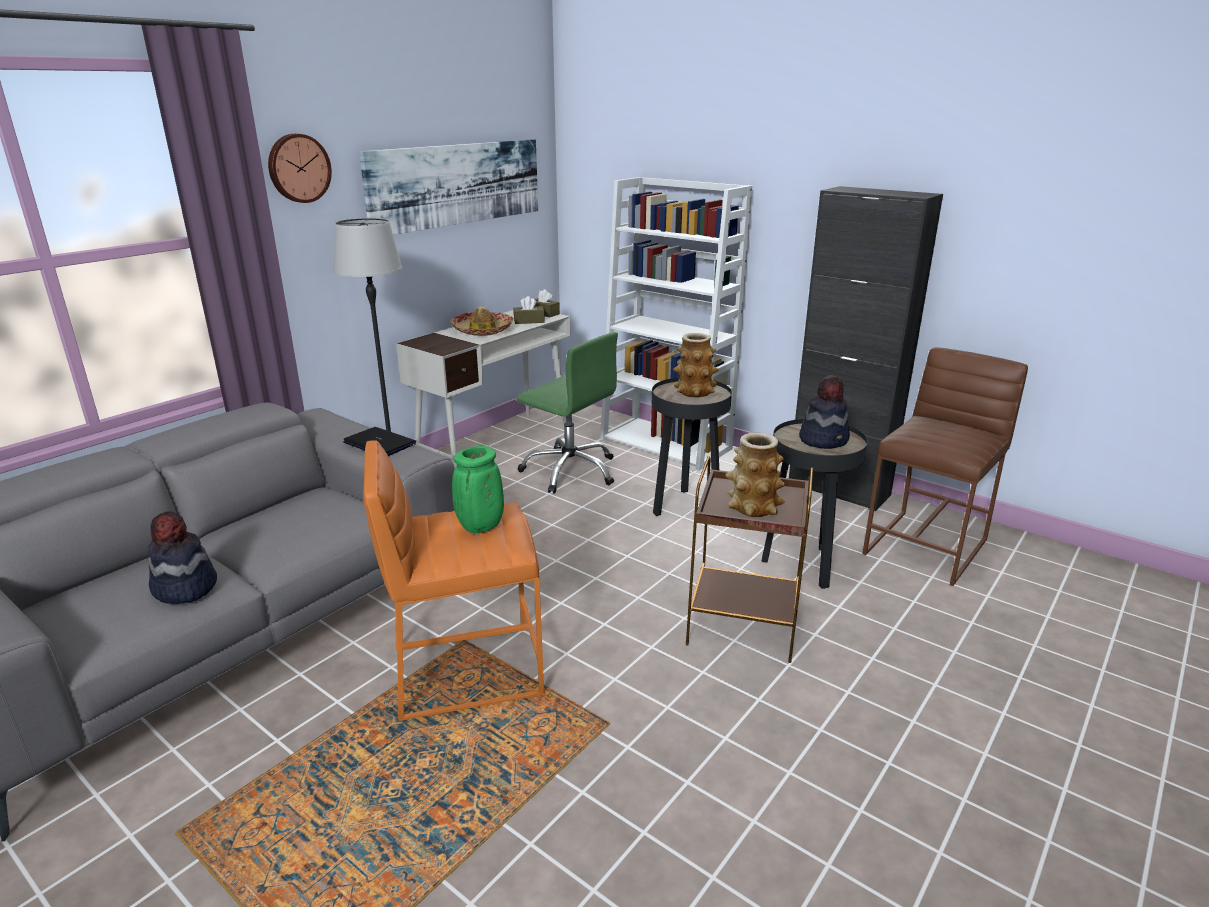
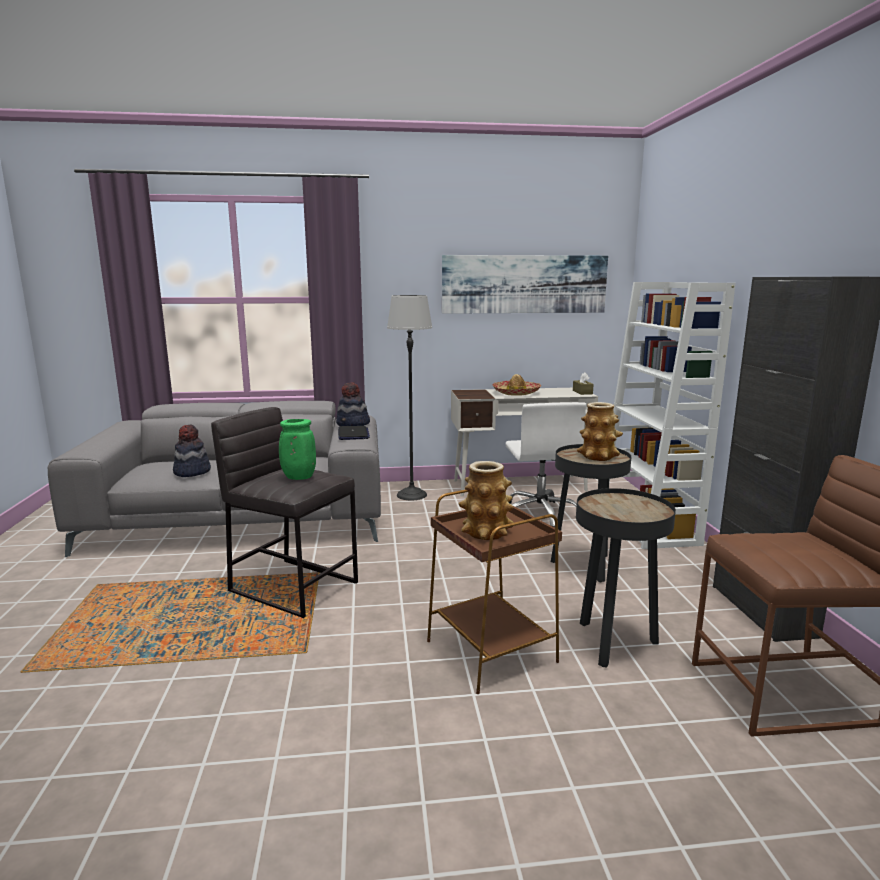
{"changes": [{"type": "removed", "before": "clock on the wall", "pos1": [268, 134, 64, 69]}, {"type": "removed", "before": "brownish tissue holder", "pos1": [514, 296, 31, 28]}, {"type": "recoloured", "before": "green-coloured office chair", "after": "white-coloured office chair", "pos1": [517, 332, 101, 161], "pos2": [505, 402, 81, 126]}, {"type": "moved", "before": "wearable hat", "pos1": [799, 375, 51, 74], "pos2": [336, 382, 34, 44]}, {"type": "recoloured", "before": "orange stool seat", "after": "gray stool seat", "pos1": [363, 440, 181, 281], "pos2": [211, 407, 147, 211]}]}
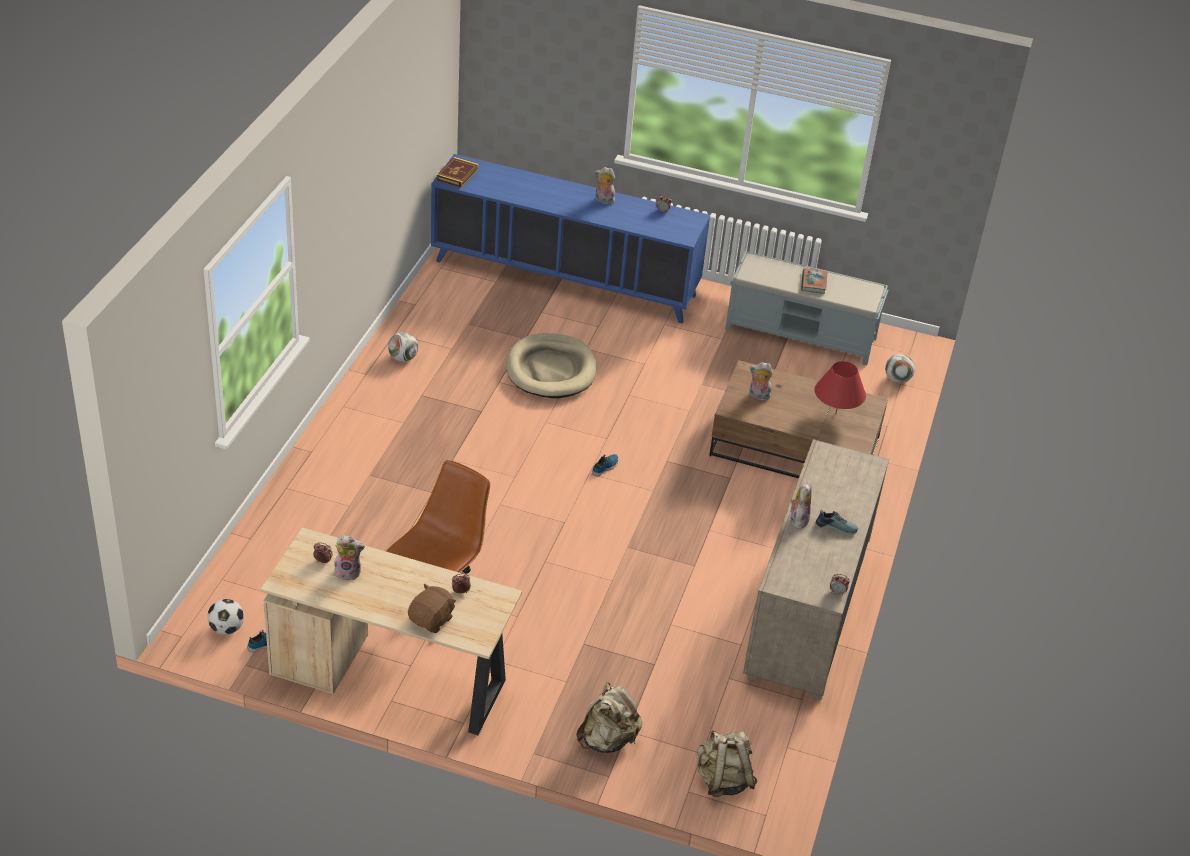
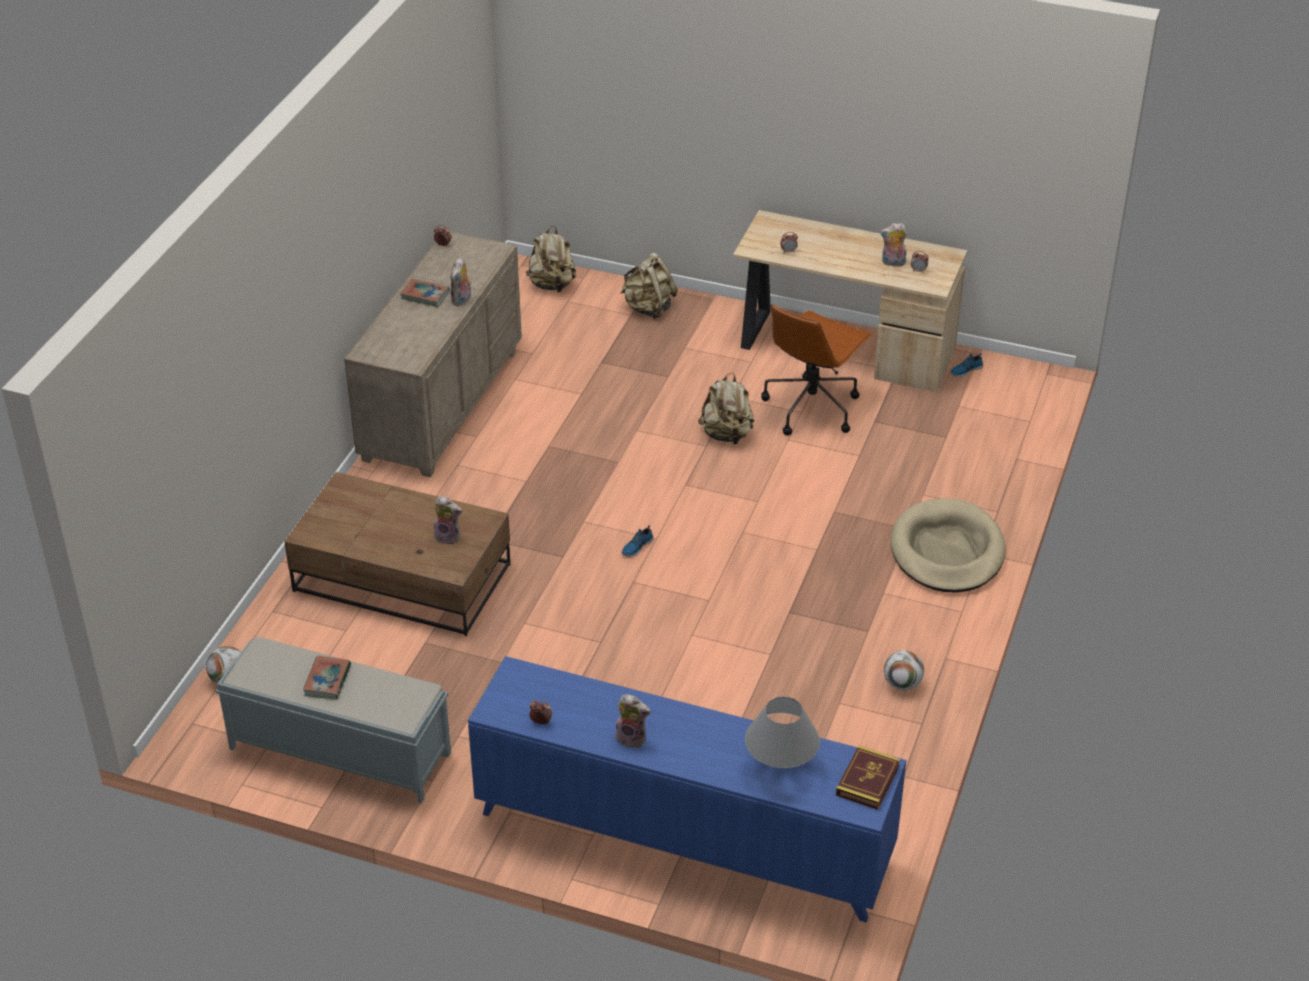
{"changes": [{"type": "moved", "before": "sand-coloured dog cushion", "pos1": [506, 333, 91, 65], "pos2": [891, 499, 115, 94]}, {"type": "removed", "before": "red tabletop lamp", "pos1": [815, 361, 51, 53]}, {"type": "replaced", "before": "low shoe", "after": "volume", "pos1": [816, 510, 42, 25], "pos2": [400, 279, 50, 28]}, {"type": "removed", "before": "brownish soft toy", "pos1": [408, 583, 48, 50]}, {"type": "removed", "before": "football", "pos1": [208, 599, 36, 36]}, {"type": "added", "after": "sand-coloured backpack", "pos2": [698, 373, 57, 71]}, {"type": "added", "after": "gray tabletop lamp", "pos2": [745, 696, 75, 72]}]}
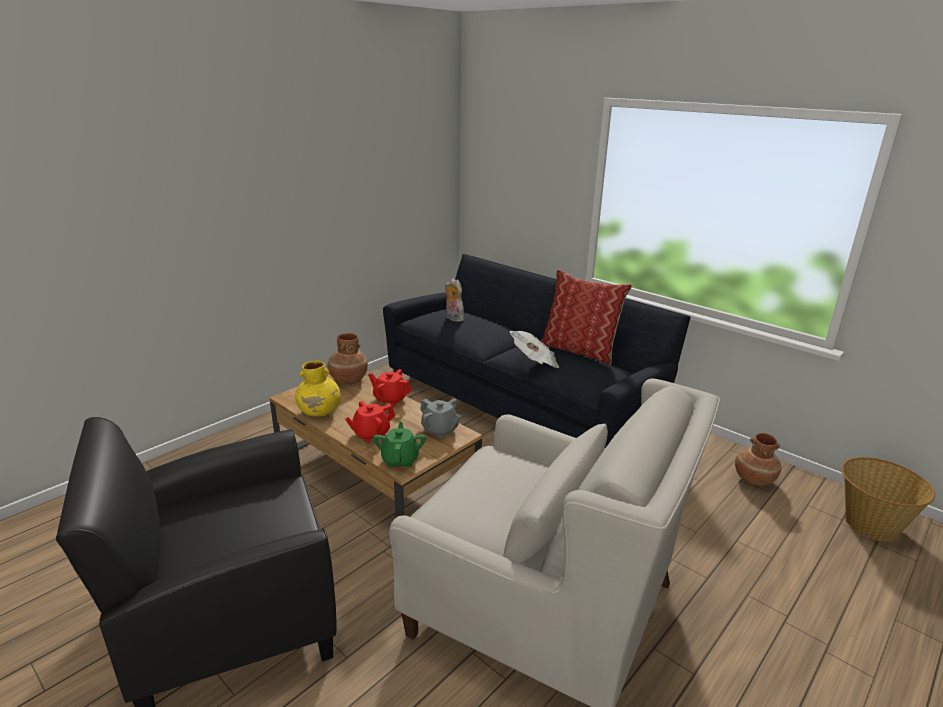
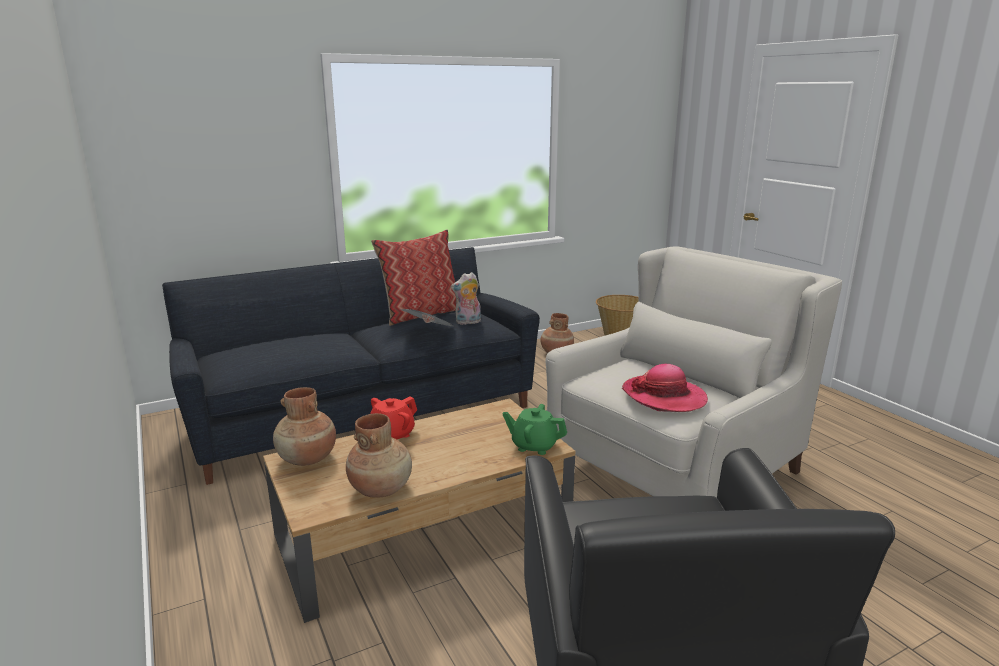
{"changes": [{"type": "moved", "before": "soft toy", "pos1": [445, 278, 19, 44], "pos2": [451, 272, 30, 53]}, {"type": "recoloured", "before": "yellowish flower vase", "after": "brownish flower vase", "pos1": [295, 360, 46, 57], "pos2": [346, 413, 66, 85]}, {"type": "removed", "before": "gray teapot", "pos1": [420, 399, 42, 39]}, {"type": "removed", "before": "red teapot", "pos1": [345, 401, 50, 41]}, {"type": "added", "after": "wearable hat", "pos2": [622, 364, 86, 48]}]}
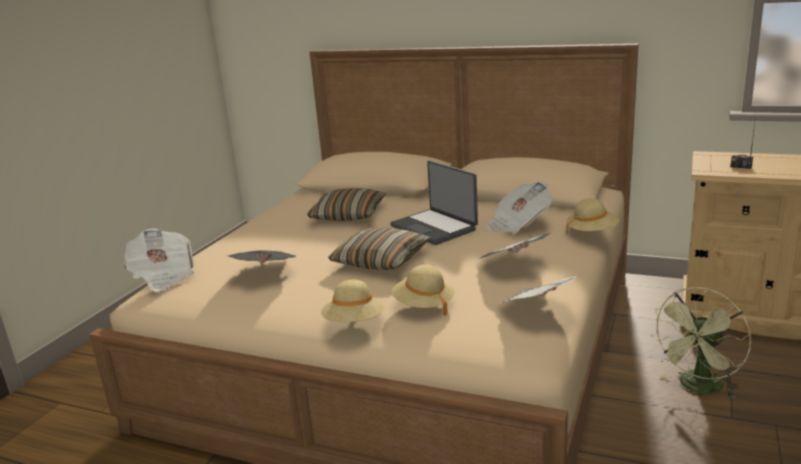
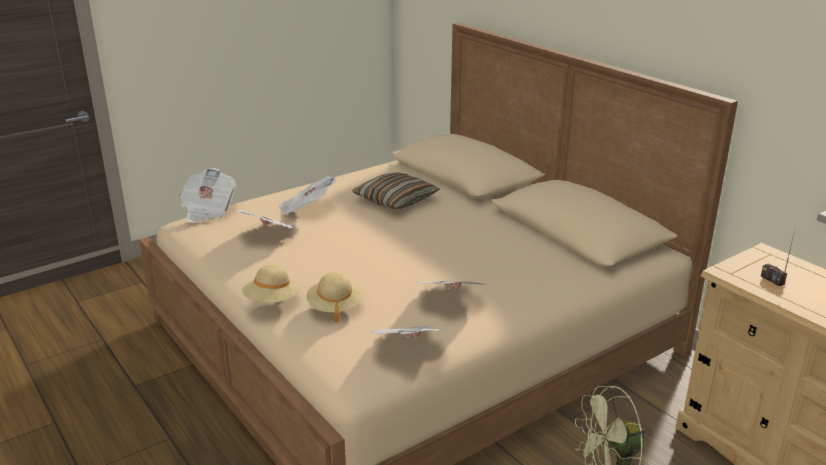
{"changes": [{"type": "removed", "before": "laptop", "pos1": [390, 161, 88, 84]}, {"type": "moved", "before": "daily paper", "pos1": [486, 182, 67, 51], "pos2": [279, 176, 57, 40]}, {"type": "removed", "before": "sand-coloured wearable hat", "pos1": [566, 198, 53, 35]}, {"type": "removed", "before": "throw pillow", "pos1": [328, 227, 103, 43]}]}
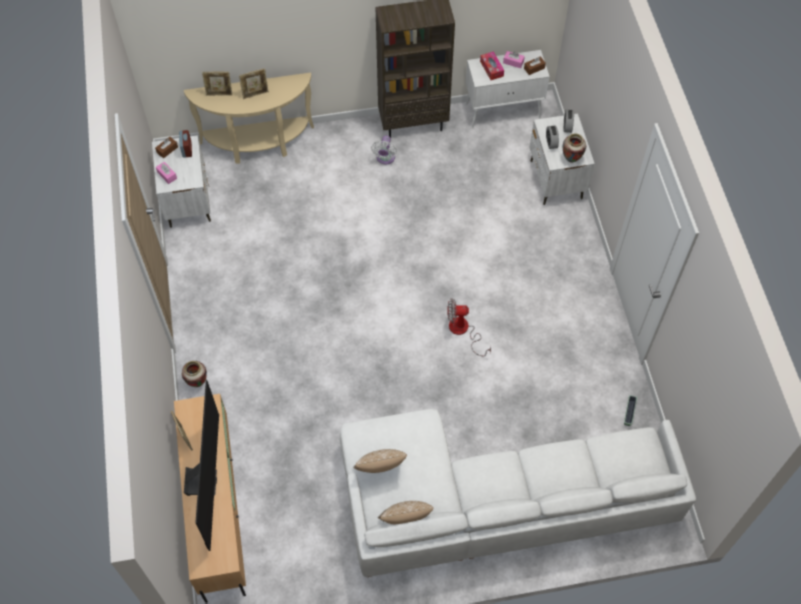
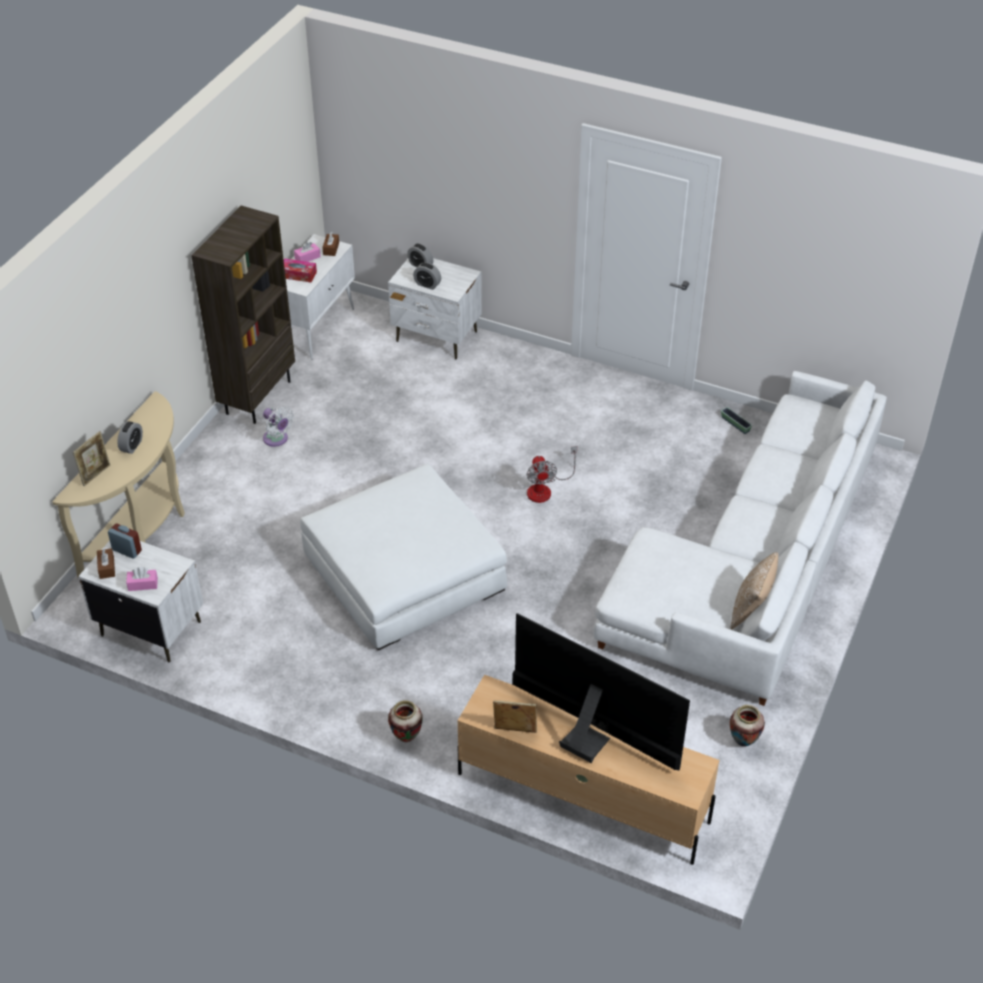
{"changes": [{"type": "replaced", "before": "standing frame", "after": "table clock", "pos1": [239, 68, 30, 31], "pos2": [117, 421, 26, 33]}, {"type": "moved", "before": "flower vase", "pos1": [563, 134, 23, 29], "pos2": [730, 705, 35, 42]}, {"type": "turned", "before": "fan", "pos1": [447, 298, 44, 58], "pos2": [527, 446, 50, 57], "turn": -45}, {"type": "removed", "before": "throw pillow", "pos1": [353, 449, 54, 24]}, {"type": "added", "after": "white-coloured pouffe", "pos2": [300, 464, 207, 187]}]}
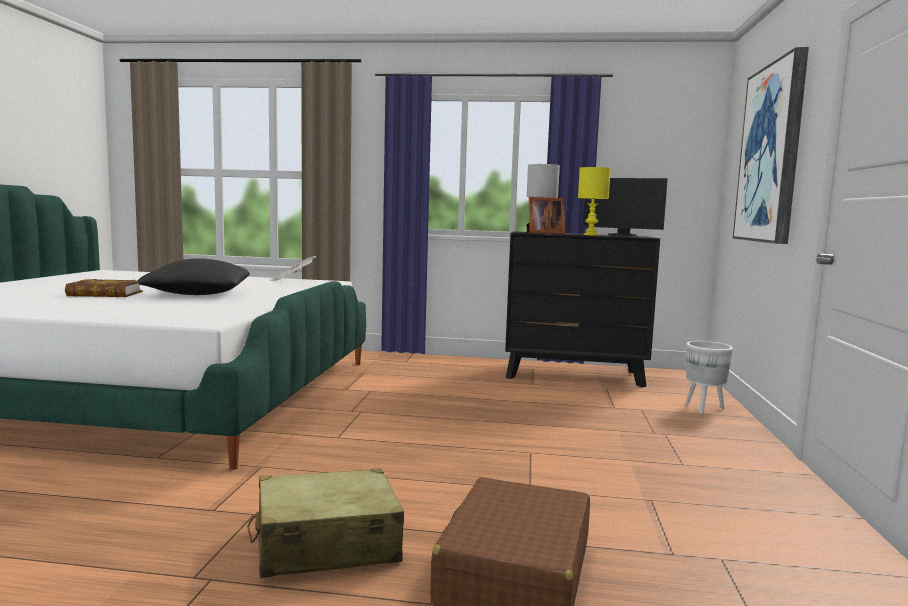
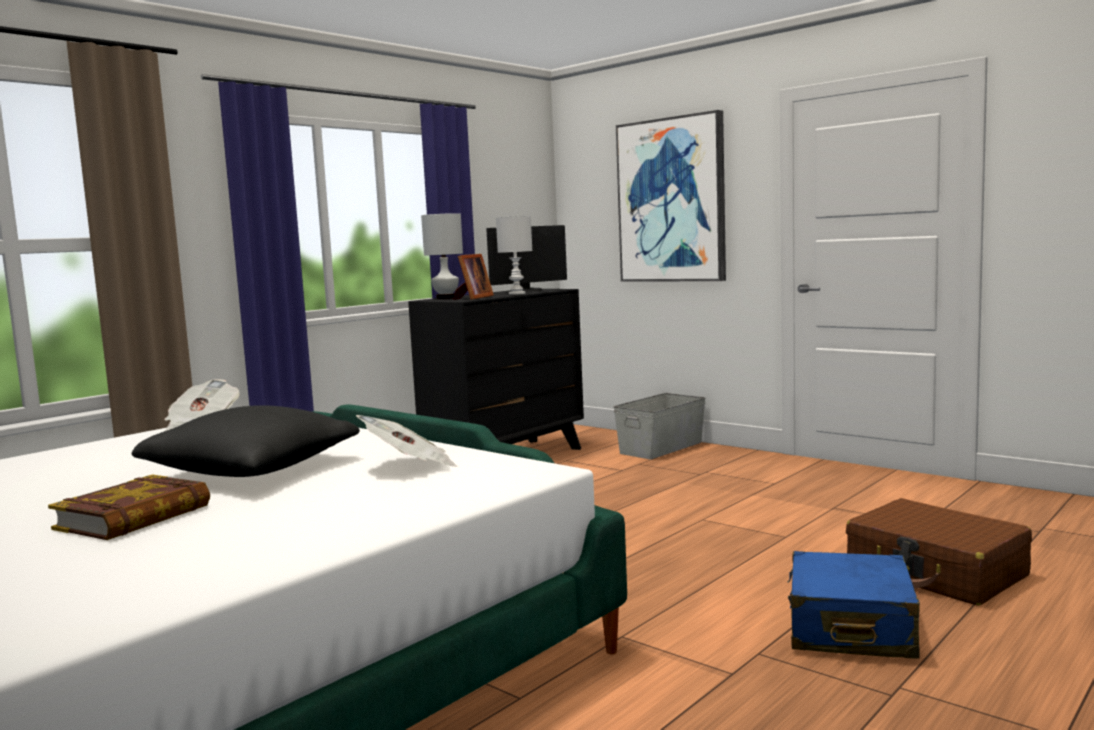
{"changes": [{"type": "recoloured", "before": "yellowish tabletop lamp", "after": "white-coloured tabletop lamp", "pos1": [578, 167, 33, 69], "pos2": [496, 216, 36, 79]}, {"type": "replaced", "before": "white-coloured planter", "after": "gray storage container", "pos1": [686, 341, 47, 73], "pos2": [613, 393, 92, 66]}, {"type": "recoloured", "before": "sand-coloured travel case", "after": "blue travel case", "pos1": [247, 468, 157, 110], "pos2": [787, 551, 133, 108]}, {"type": "added", "after": "daily paper", "pos2": [356, 415, 102, 52]}]}
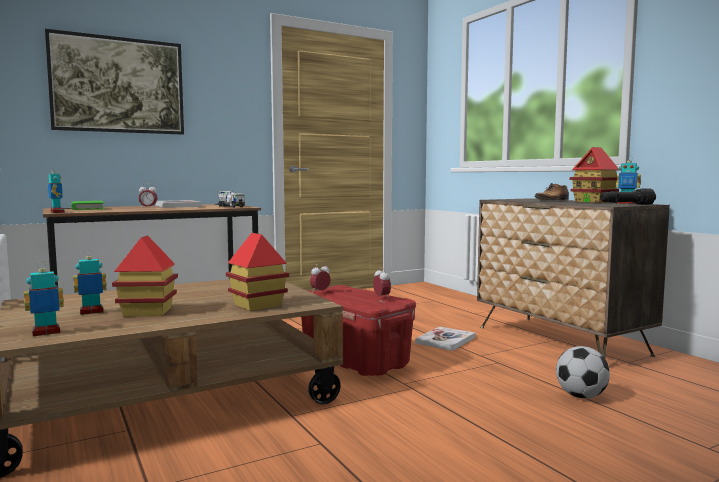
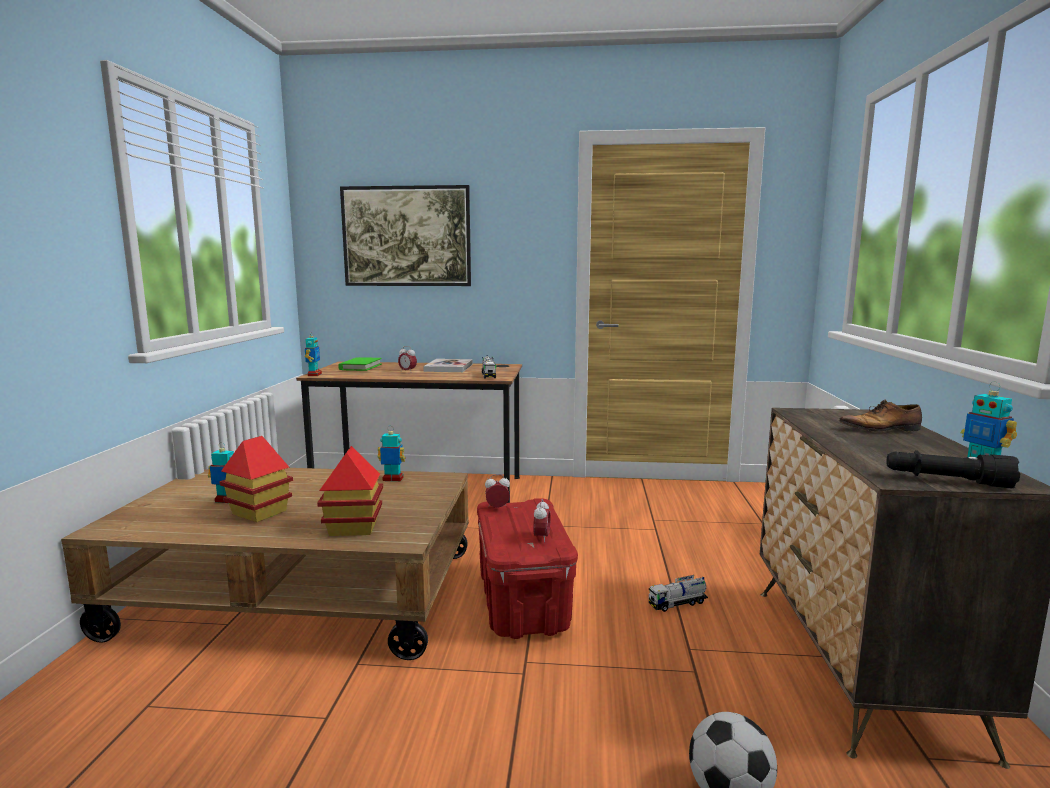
{"changes": [{"type": "removed", "before": "toy house", "pos1": [570, 147, 49, 56]}, {"type": "moved", "before": "robot figure", "pos1": [24, 261, 40, 75], "pos2": [378, 426, 28, 55]}, {"type": "replaced", "before": "volume", "after": "model truck", "pos1": [415, 327, 60, 24], "pos2": [649, 575, 59, 37]}]}
